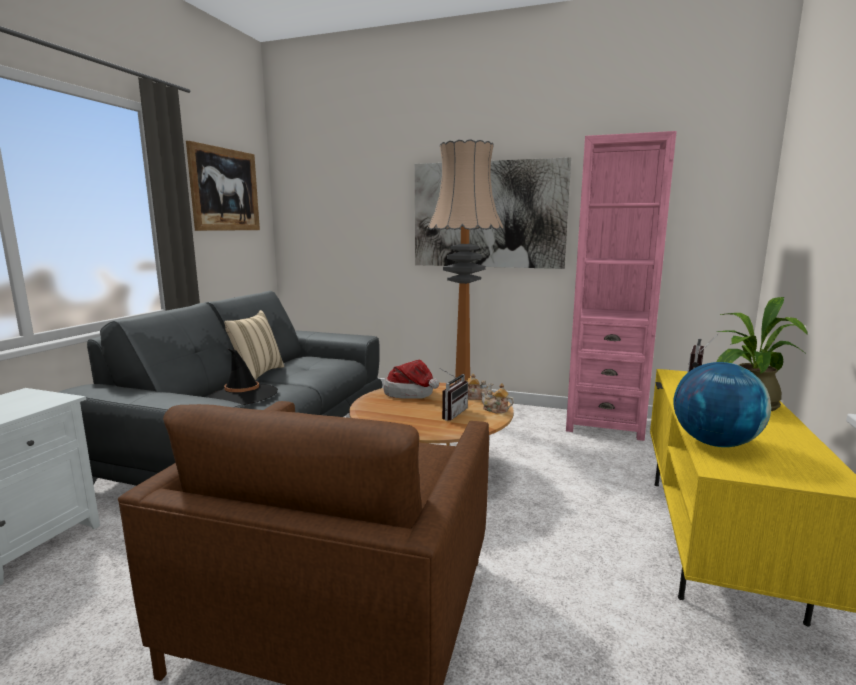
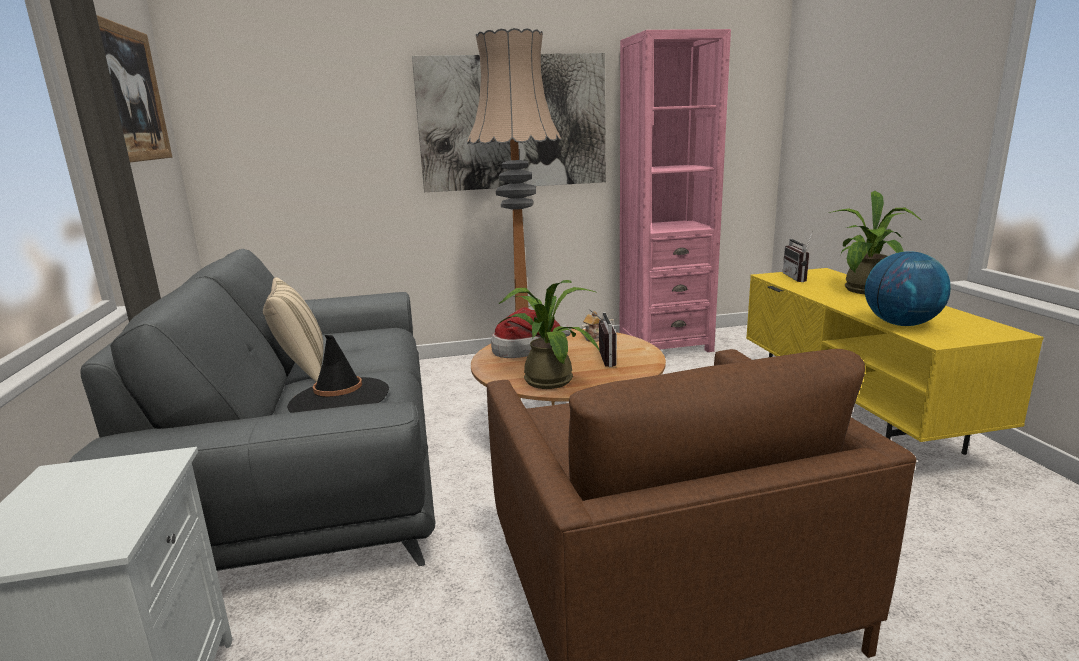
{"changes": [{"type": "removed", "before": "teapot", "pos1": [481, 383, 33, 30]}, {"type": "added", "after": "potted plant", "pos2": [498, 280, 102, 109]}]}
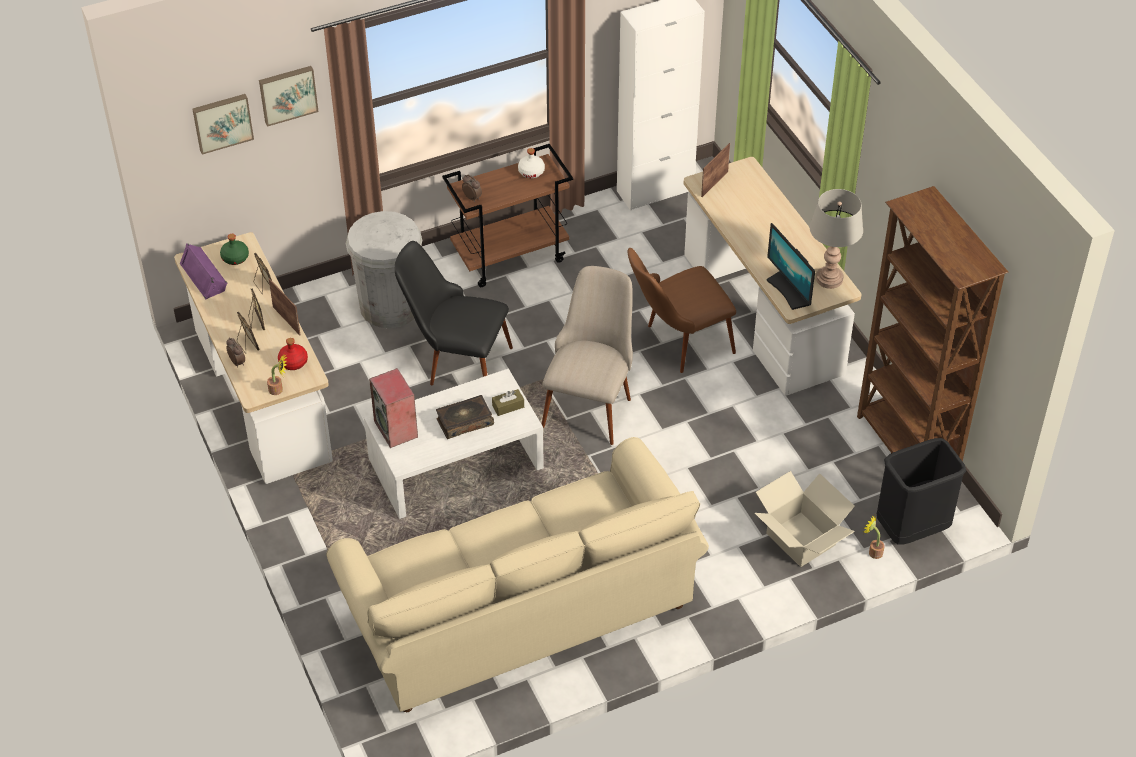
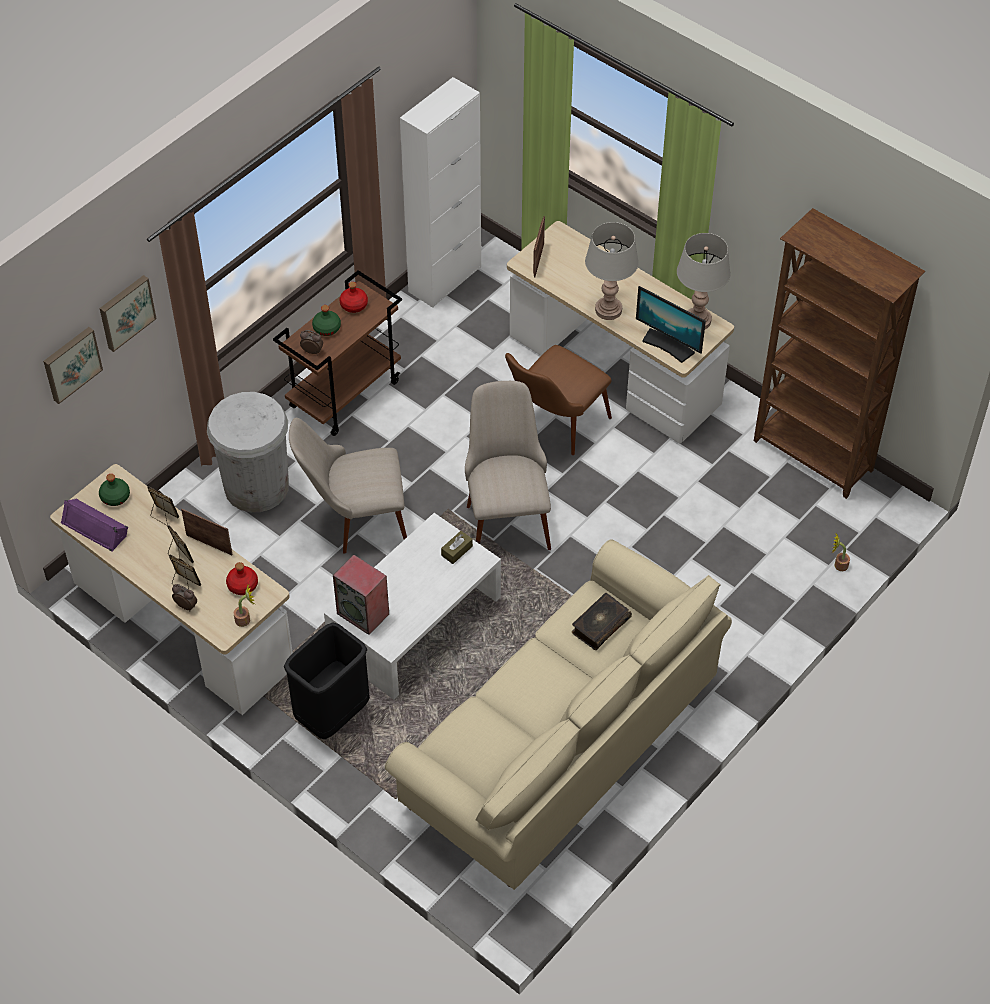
{"changes": [{"type": "recoloured", "before": "white-coloured drink bottle", "after": "red drink bottle", "pos1": [518, 148, 27, 30], "pos2": [340, 282, 28, 31]}, {"type": "recoloured", "before": "blackish upright chair", "after": "sand-coloured upright chair", "pos1": [395, 241, 118, 144], "pos2": [289, 418, 118, 136]}, {"type": "moved", "before": "volume", "pos1": [436, 395, 58, 44], "pos2": [571, 593, 61, 57]}, {"type": "moved", "before": "blackish waste bin", "pos1": [877, 438, 89, 107], "pos2": [284, 622, 86, 118]}, {"type": "removed", "before": "carton", "pos1": [755, 471, 100, 96]}, {"type": "added", "after": "gray tabletop lamp", "pos2": [585, 222, 54, 98]}, {"type": "added", "after": "green-coloured drink bottle", "pos2": [312, 305, 29, 31]}]}
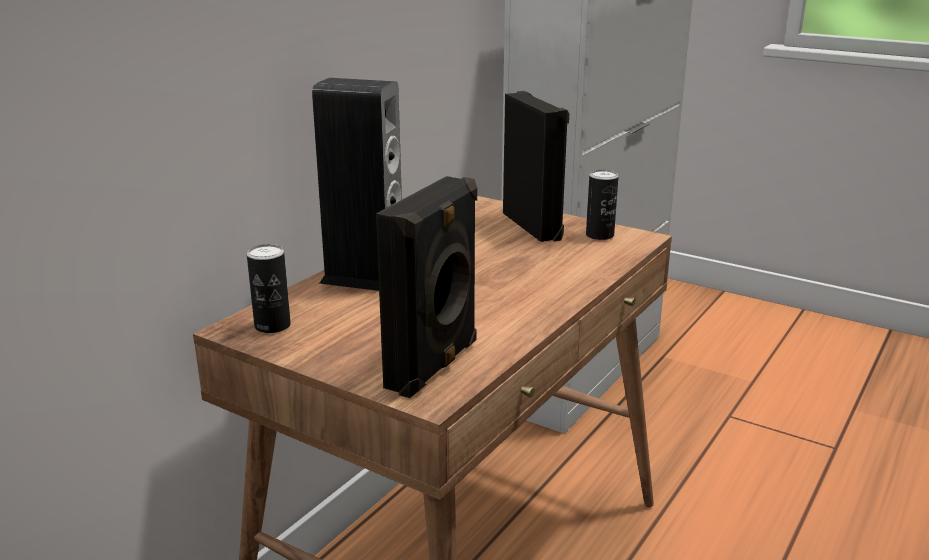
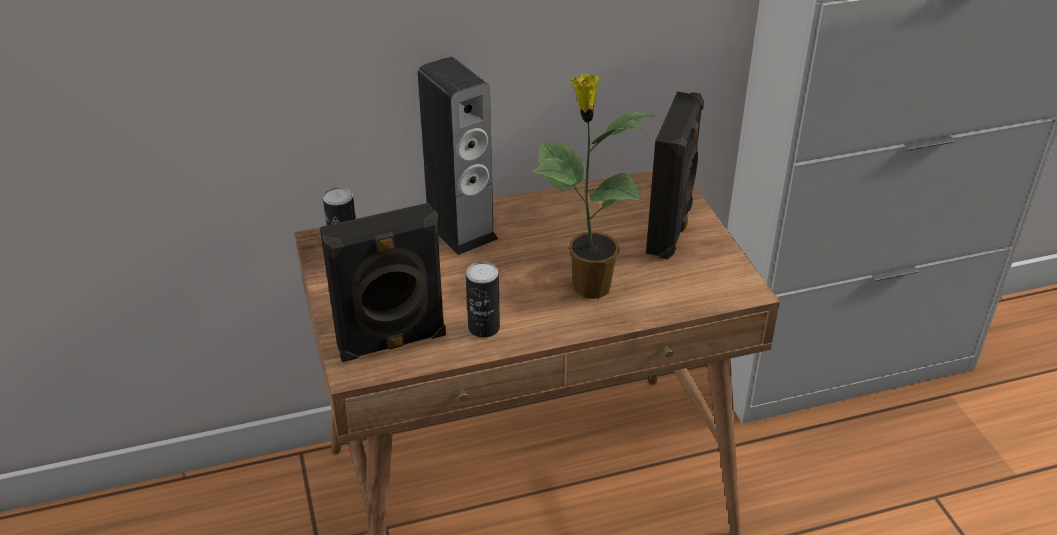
{"changes": [{"type": "moved", "before": "metal can", "pos1": [586, 170, 32, 70], "pos2": [466, 262, 34, 76]}, {"type": "added", "after": "potted plant", "pos2": [531, 74, 127, 225]}]}
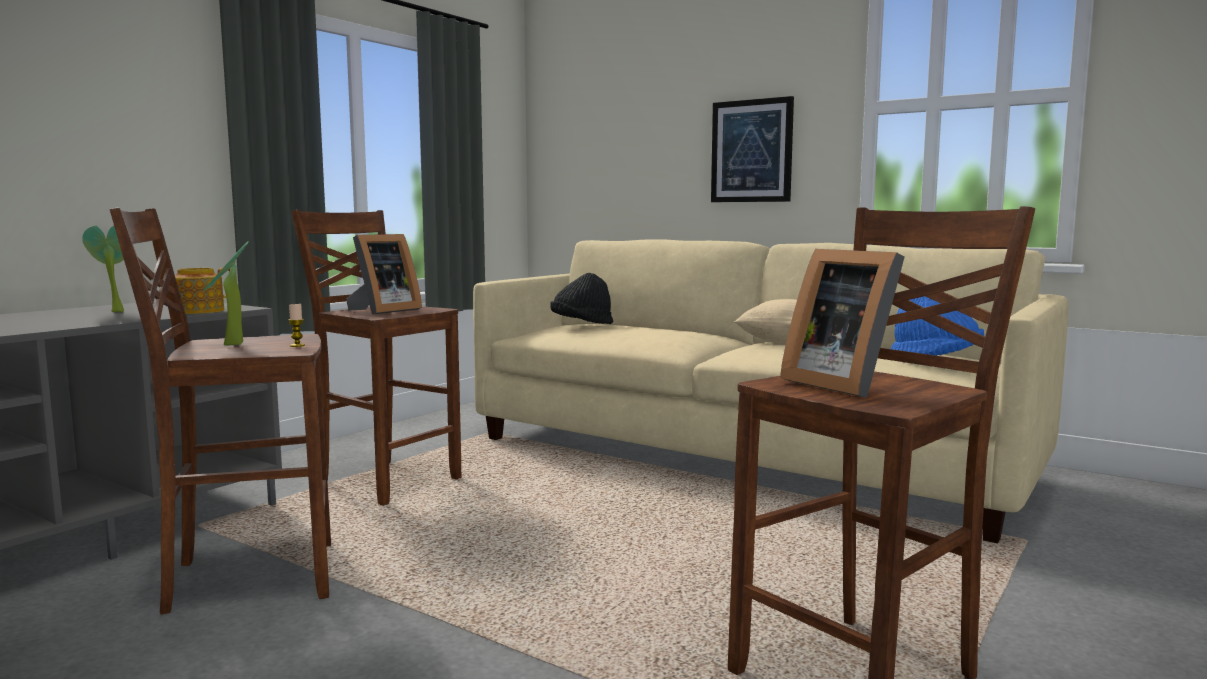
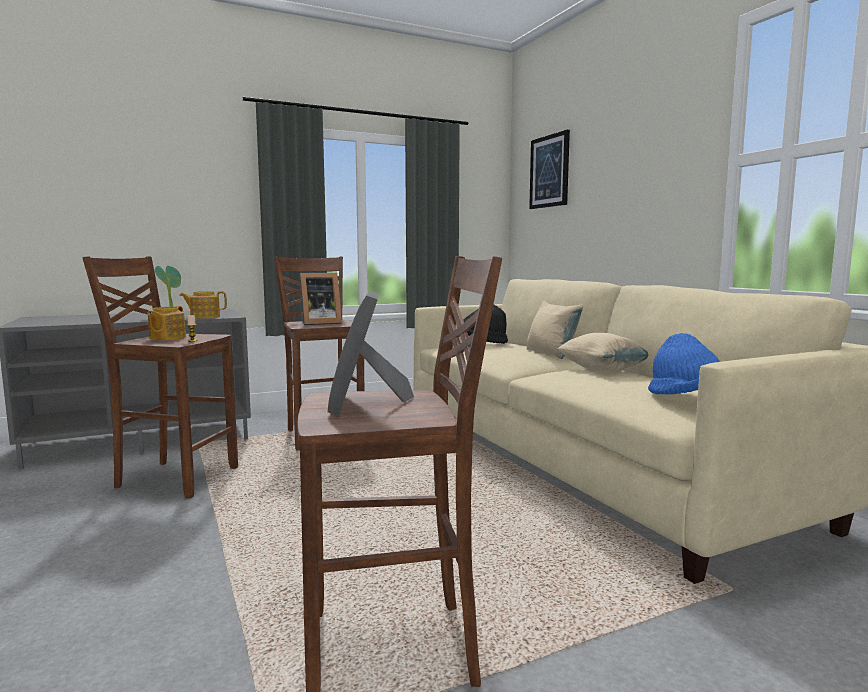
{"changes": [{"type": "moved", "before": "wall picture", "pos1": [711, 96, 83, 106], "pos2": [529, 130, 41, 79]}, {"type": "replaced", "before": "potted plant", "after": "teapot", "pos1": [202, 241, 47, 105], "pos2": [148, 306, 38, 34]}, {"type": "added", "after": "sand-coloured throw pillow", "pos2": [527, 300, 57, 59]}]}
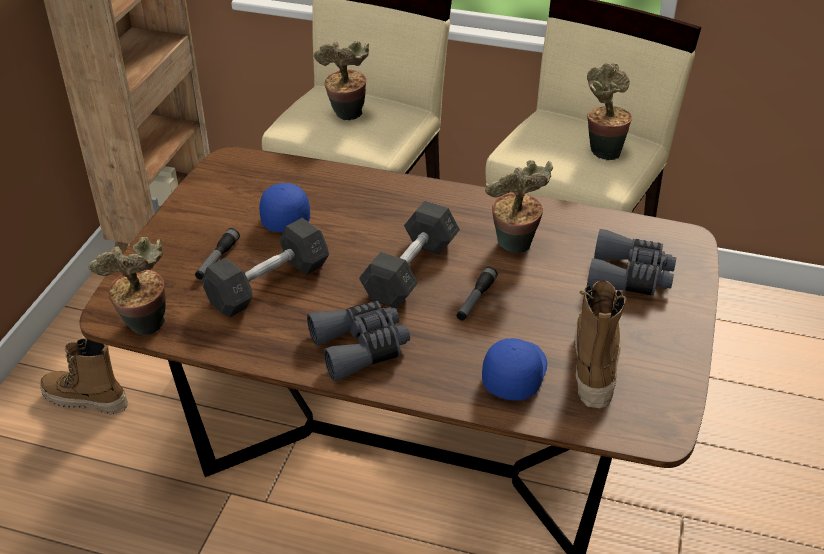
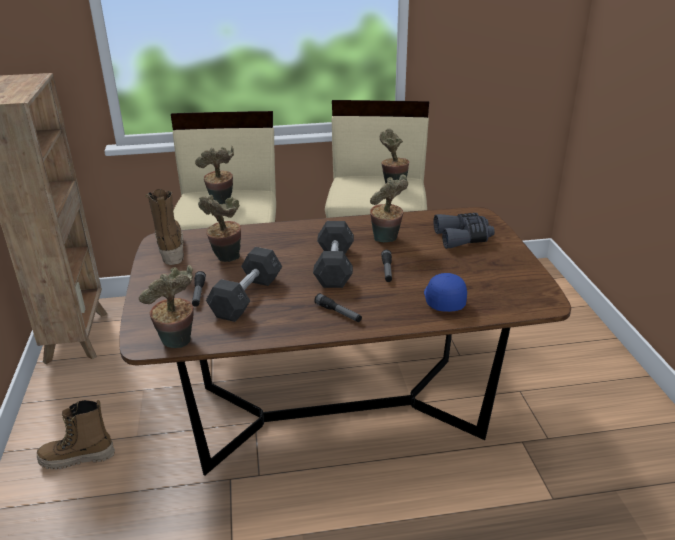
{"changes": [{"type": "replaced", "before": "blue baseball cap", "after": "potted plant", "pos1": [259, 183, 51, 49], "pos2": [198, 195, 43, 67]}, {"type": "moved", "before": "tall boot", "pos1": [575, 281, 50, 127], "pos2": [146, 189, 38, 76]}, {"type": "replaced", "before": "gray binoculars", "after": "torch", "pos1": [307, 301, 103, 80], "pos2": [314, 293, 48, 29]}]}
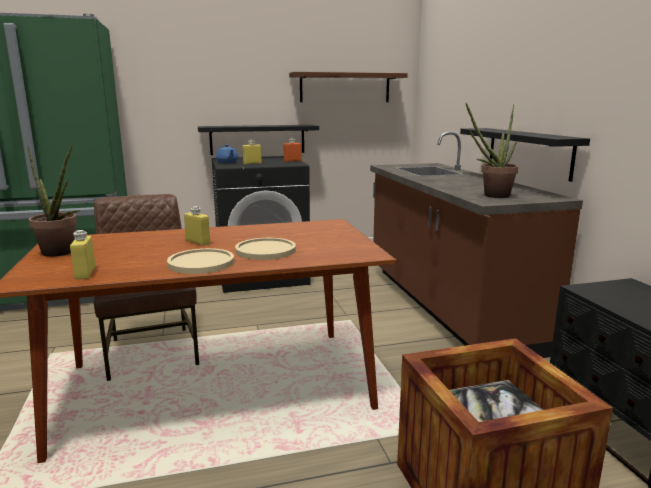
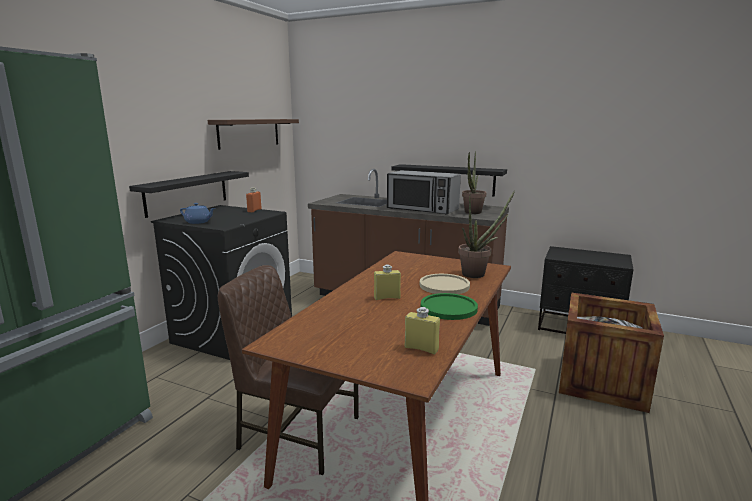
{"changes": [{"type": "removed", "before": "yellowish drink bottle", "pos1": [242, 140, 20, 25]}, {"type": "moved", "before": "potted plant", "pos1": [27, 145, 54, 112], "pos2": [458, 190, 57, 88]}, {"type": "recoloured", "before": "sand-coloured plate", "after": "green-coloured plate", "pos1": [167, 248, 67, 26], "pos2": [421, 293, 57, 27]}, {"type": "added", "after": "microwave", "pos2": [387, 170, 74, 44]}]}
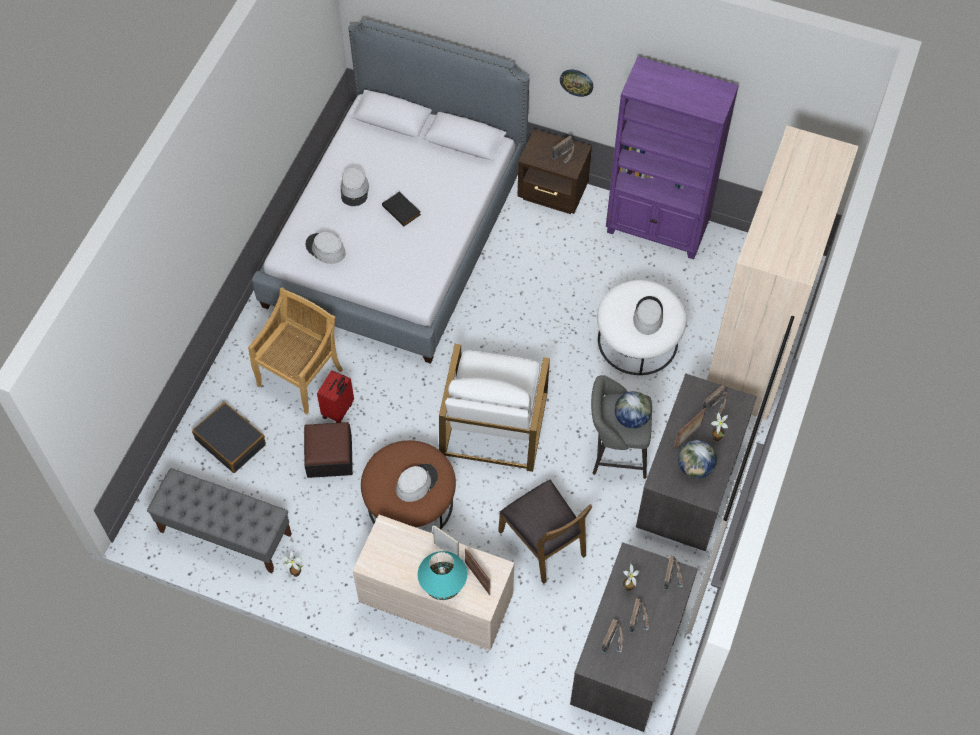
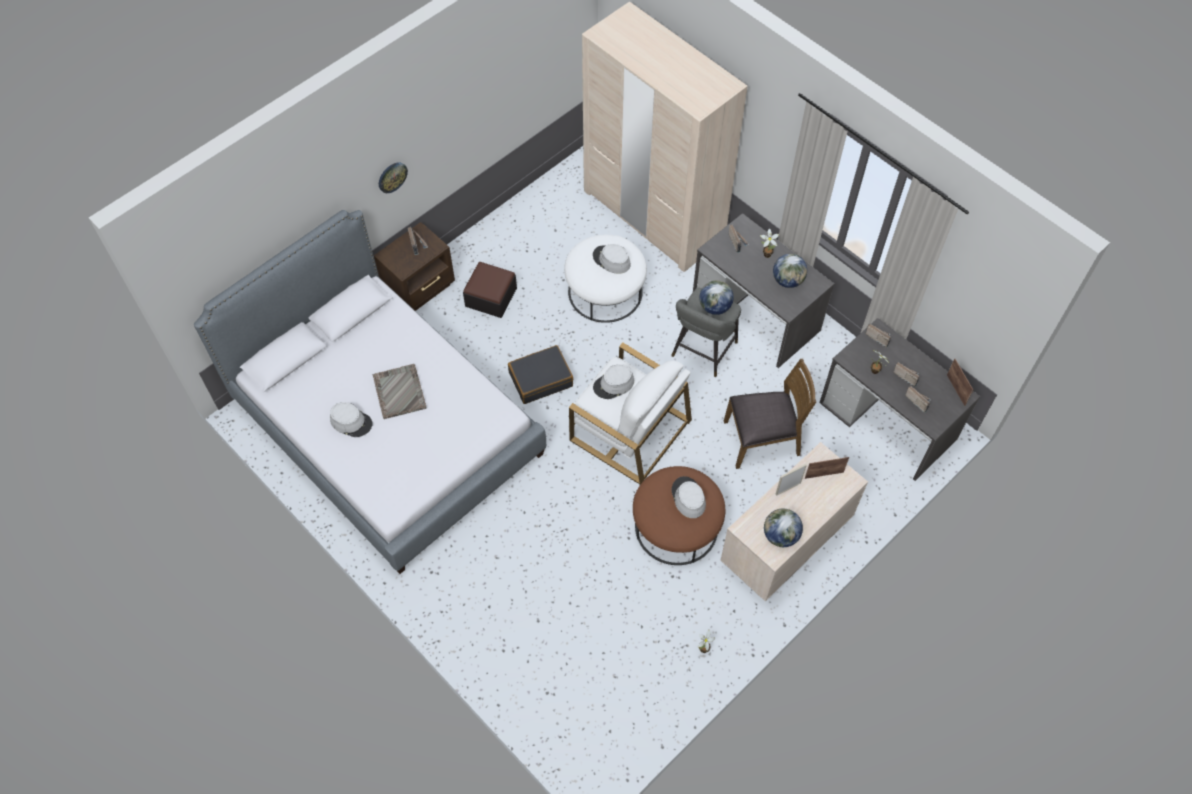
{"changes": [{"type": "removed", "before": "purple-coloured bookshelf", "pos1": [606, 56, 133, 203]}, {"type": "replaced", "before": "blackish volume", "after": "gray serving tray", "pos1": [382, 191, 39, 35], "pos2": [373, 364, 54, 55]}, {"type": "moved", "before": "gray wearable hat", "pos1": [306, 232, 40, 32], "pos2": [593, 364, 41, 35]}, {"type": "removed", "before": "sand-coloured upright chair", "pos1": [248, 287, 95, 127]}, {"type": "removed", "before": "red travel case", "pos1": [317, 370, 37, 53]}, {"type": "moved", "before": "blackish travel case", "pos1": [192, 402, 74, 71], "pos2": [508, 345, 65, 59]}, {"type": "moved", "before": "standing frame", "pos1": [674, 408, 32, 41], "pos2": [947, 359, 26, 47]}, {"type": "moved", "before": "pouffe", "pos1": [304, 422, 49, 56], "pos2": [463, 262, 54, 56]}, {"type": "removed", "before": "gray long seat", "pos1": [147, 468, 145, 105]}, {"type": "removed", "before": "blue-green tabletop lamp", "pos1": [418, 551, 49, 49]}, {"type": "added", "after": "globe", "pos2": [764, 509, 39, 38]}]}
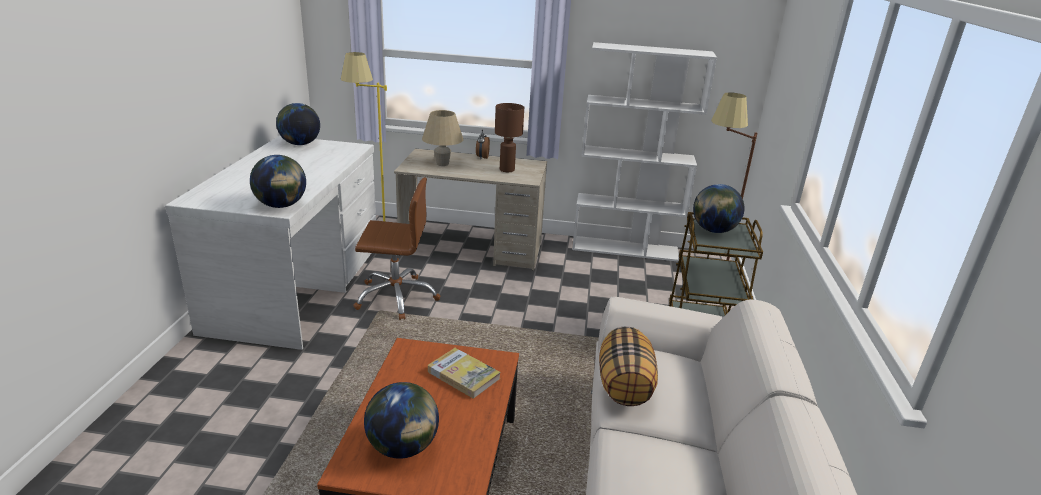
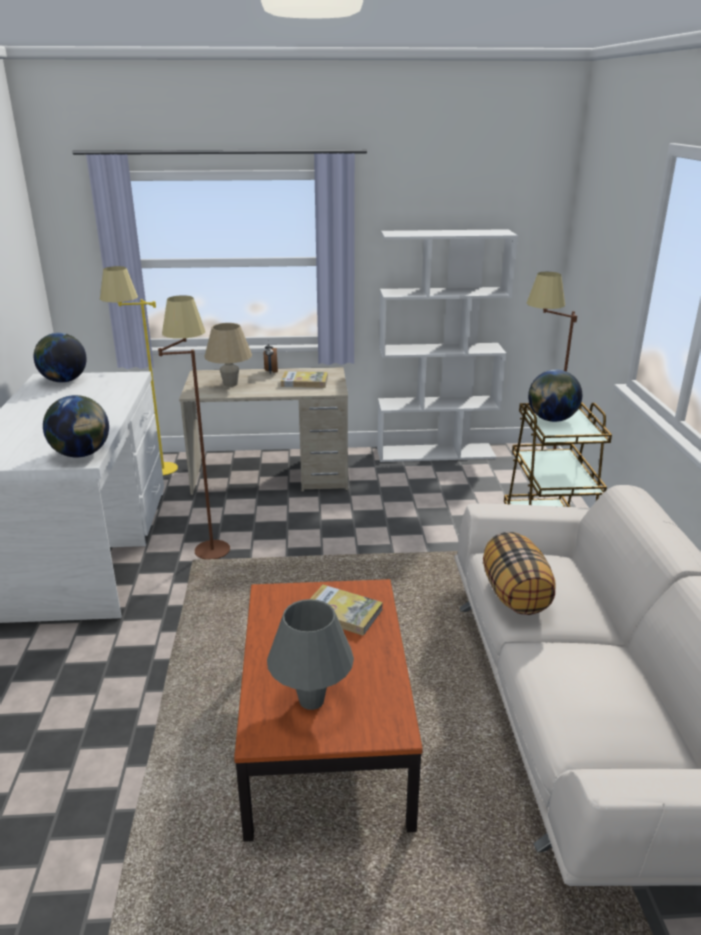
{"changes": [{"type": "replaced", "before": "brownish tabletop lamp", "after": "volume", "pos1": [495, 103, 29, 69], "pos2": [281, 371, 47, 17]}, {"type": "replaced", "before": "brownish office chair", "after": "brownish standing lamp", "pos1": [353, 177, 87, 143], "pos2": [158, 295, 72, 264]}, {"type": "replaced", "before": "globe", "after": "gray tabletop lamp", "pos1": [364, 382, 75, 77], "pos2": [267, 599, 87, 111]}]}
